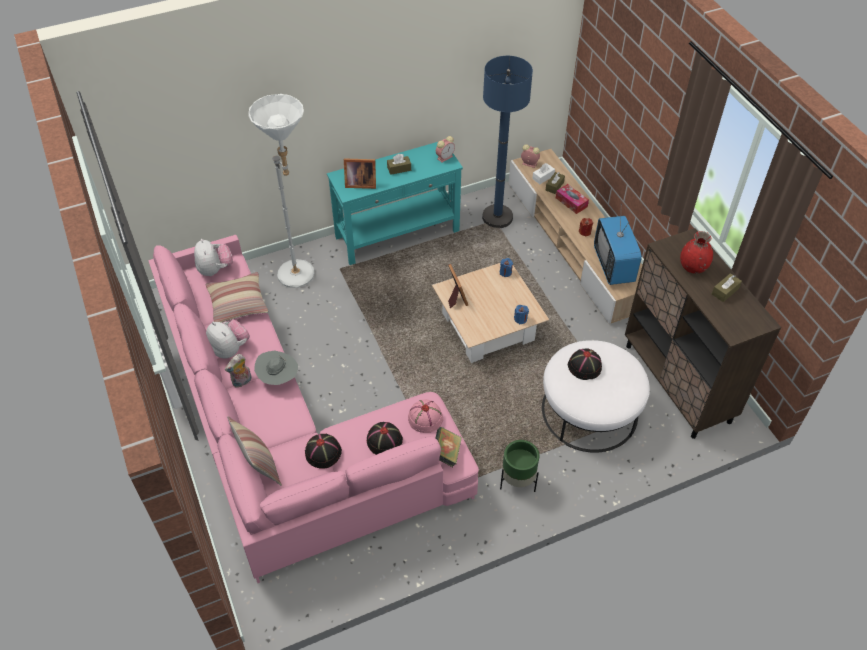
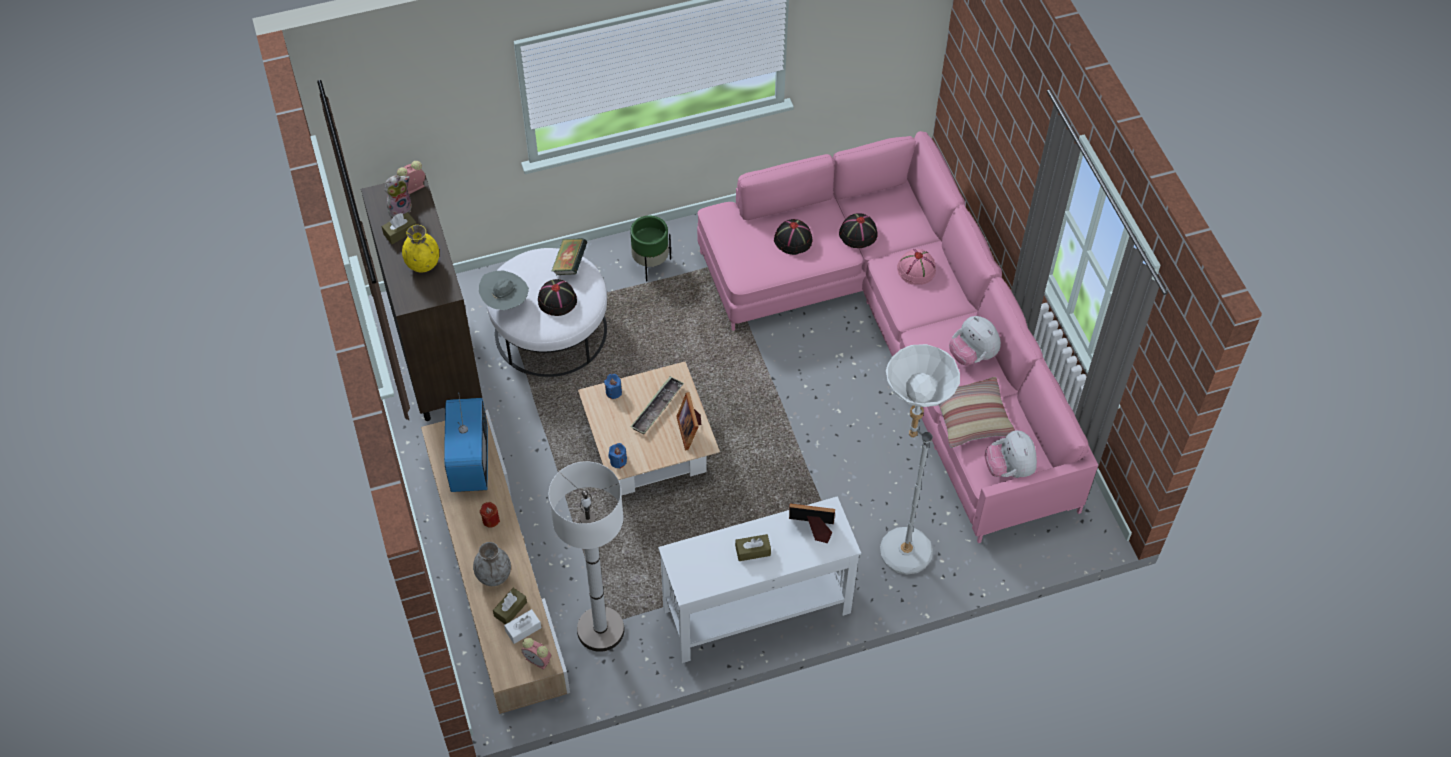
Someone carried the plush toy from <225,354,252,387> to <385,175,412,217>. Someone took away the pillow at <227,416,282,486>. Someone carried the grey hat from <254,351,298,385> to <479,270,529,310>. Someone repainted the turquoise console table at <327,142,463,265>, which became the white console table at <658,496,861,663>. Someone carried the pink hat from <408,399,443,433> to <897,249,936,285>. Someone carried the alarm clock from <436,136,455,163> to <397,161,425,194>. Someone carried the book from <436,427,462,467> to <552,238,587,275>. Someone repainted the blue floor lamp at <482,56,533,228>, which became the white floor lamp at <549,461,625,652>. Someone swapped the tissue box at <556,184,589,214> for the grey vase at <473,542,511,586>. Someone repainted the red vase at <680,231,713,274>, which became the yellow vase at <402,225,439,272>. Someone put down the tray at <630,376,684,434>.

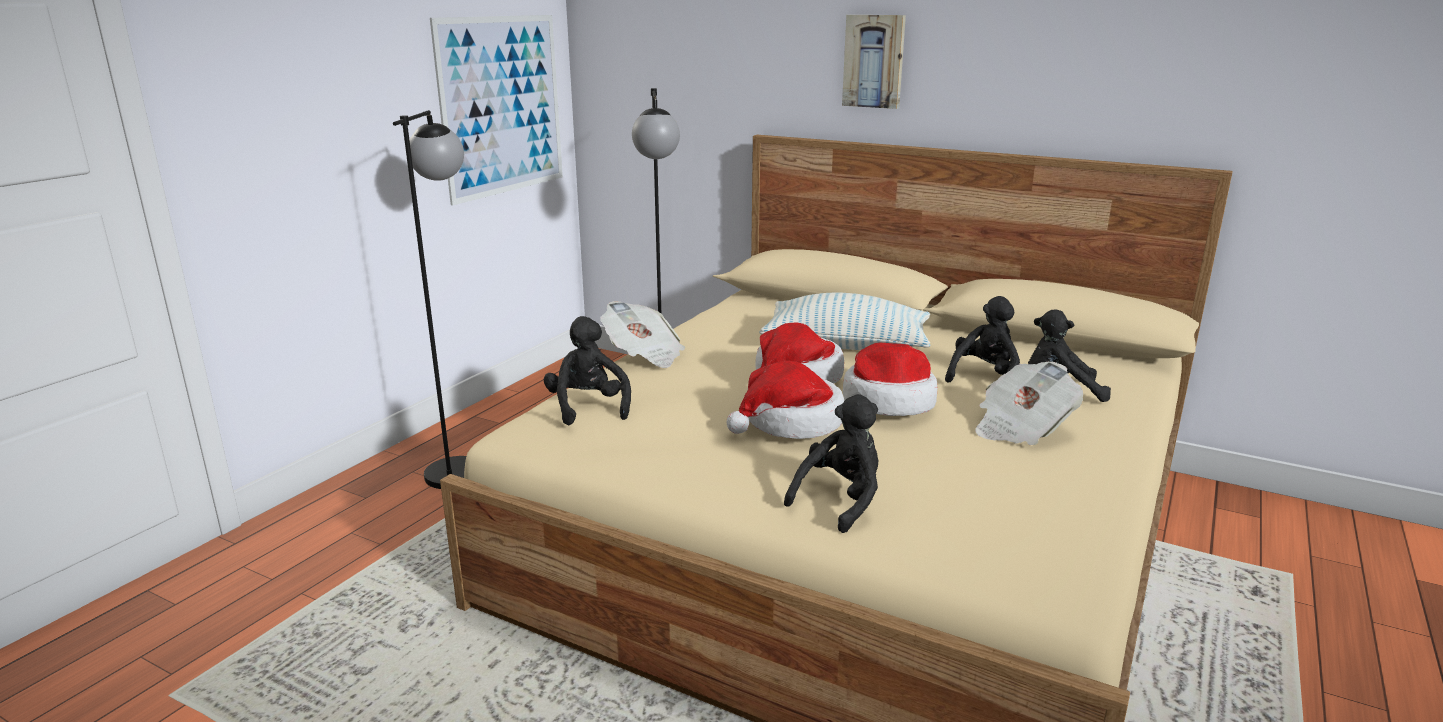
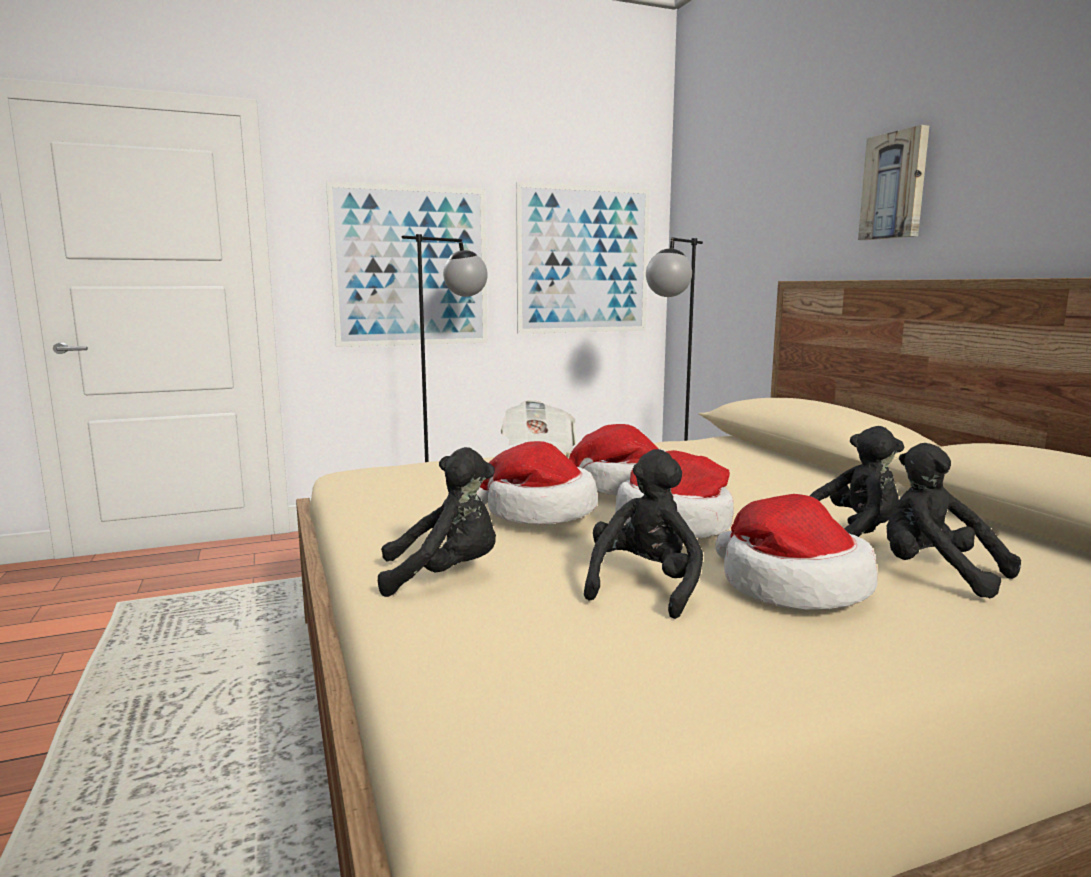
Someone carried the black plush toy from <544,316,631,425> to <584,449,703,619>. Someone took away the pillow at <759,293,930,350>. Someone swapped the newspaper at <975,362,1083,445> for the hat at <715,494,878,610>. Someone put up the picture at <326,181,488,347>.

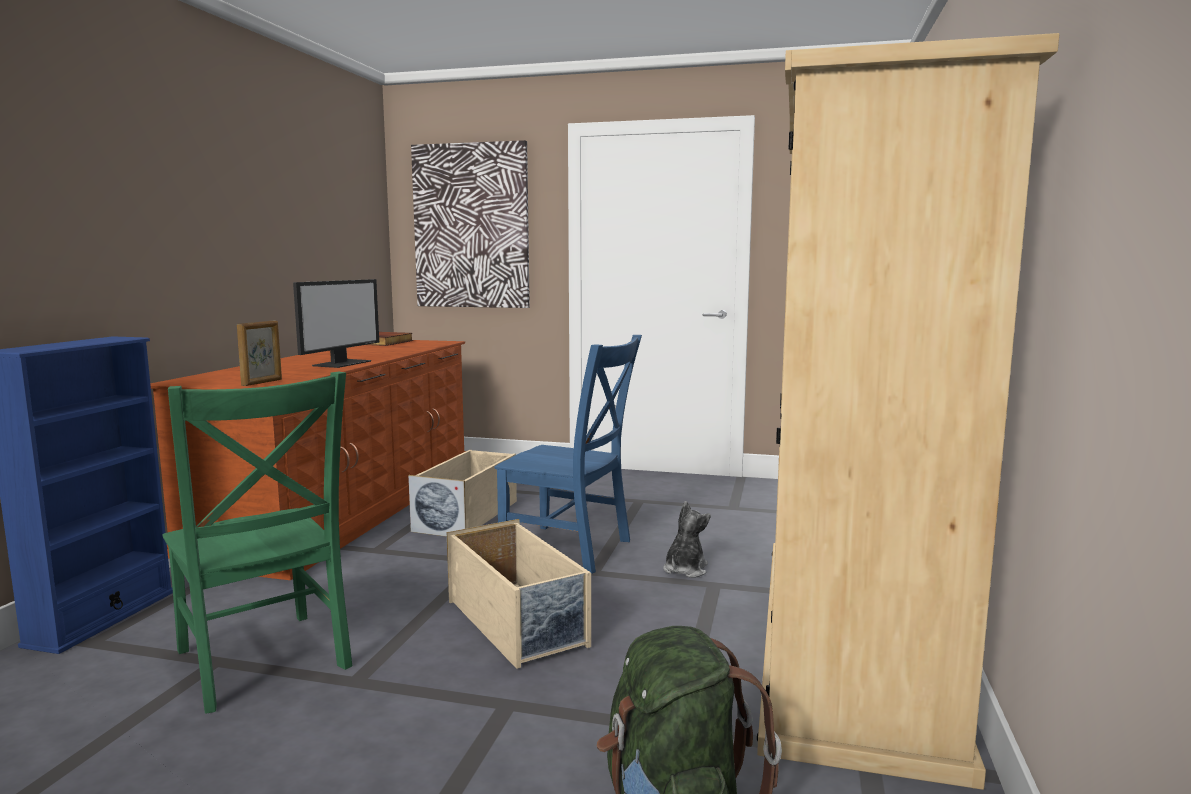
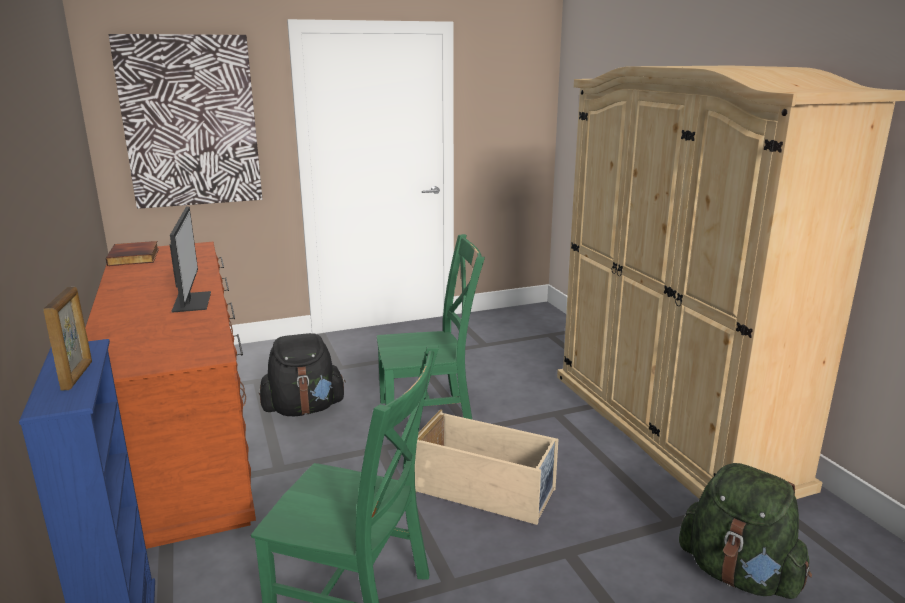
Someone carried the picture frame from <237,321,282,386> to <43,287,92,391>. Someone swapped the beige storage box at <408,450,517,537> for the black backpack at <259,333,346,416>. Someone repainted the blue chair at <494,335,642,574>, which became the green chair at <377,234,485,440>. Someone took away the plush toy at <663,501,711,578>.

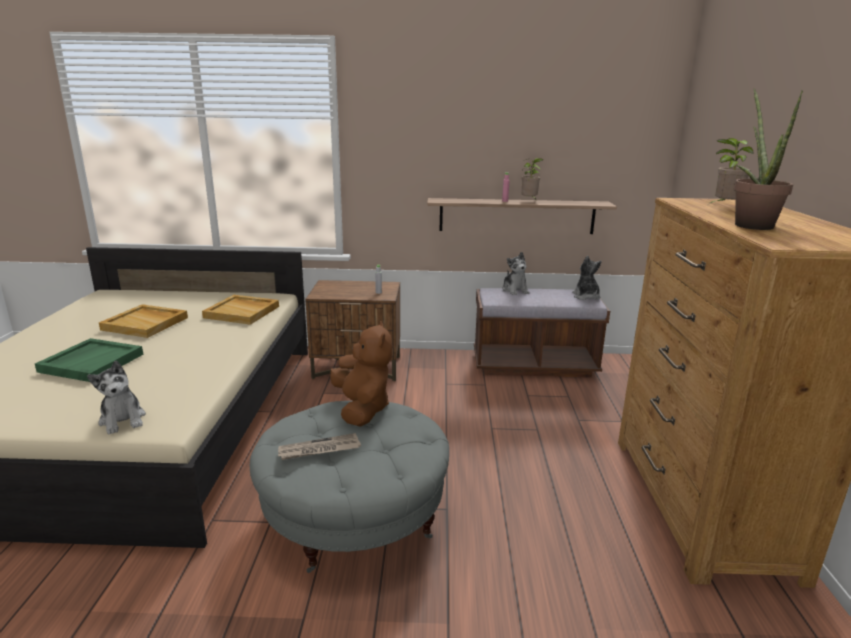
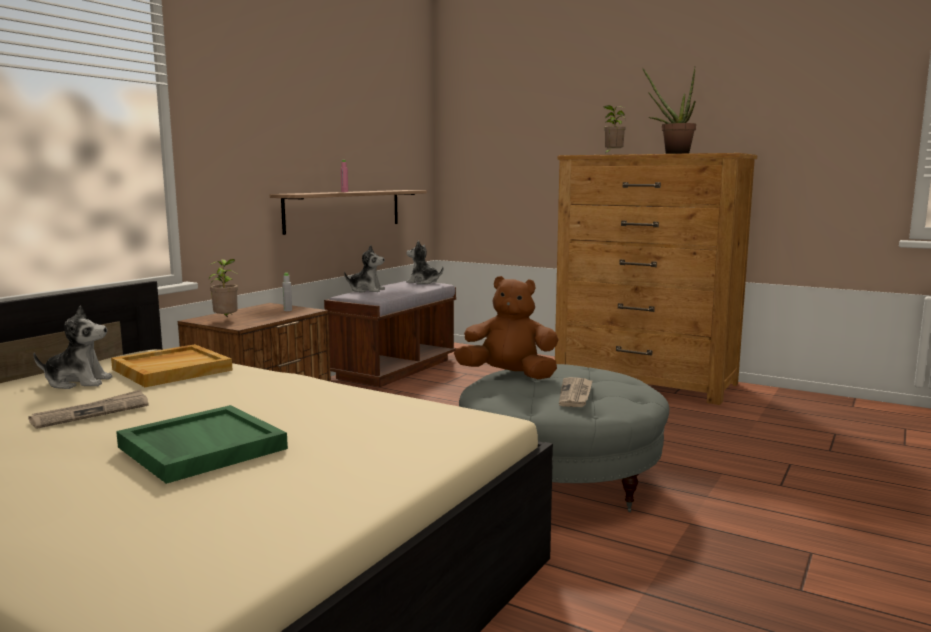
Someone carried the plush toy from <87,361,146,435> to <33,306,113,389>. Someone swapped the beige tray at <99,304,188,338> for the newspaper at <28,390,149,429>. Someone carried the potted plant from <522,158,543,199> to <209,259,238,317>.

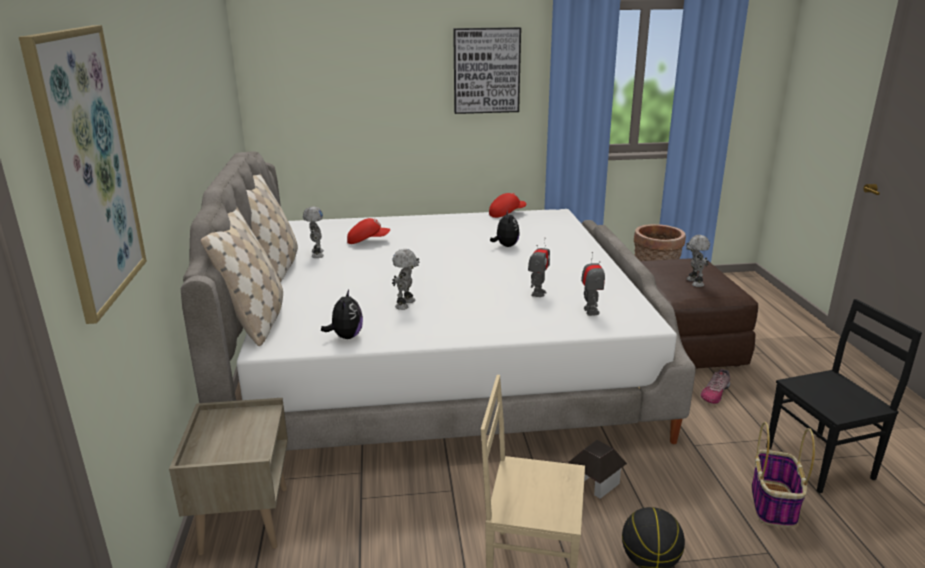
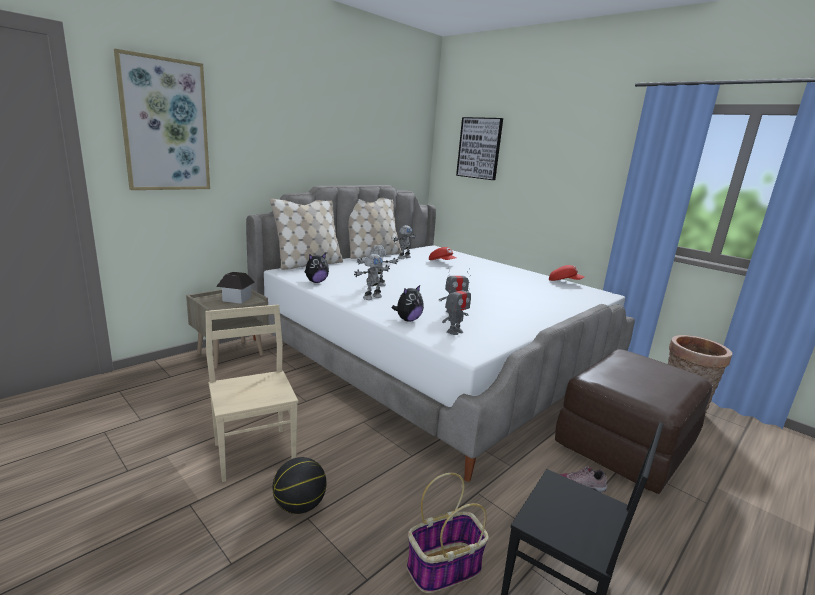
Someone carried the picture from <453,27,521,114> to <456,117,503,180>. Someone carried the plush toy from <490,210,520,247> to <392,284,424,322>. Someone carried the toy house from <568,440,627,499> to <216,272,255,304>. Someone carried the toy robot from <686,235,710,287> to <354,254,390,300>.

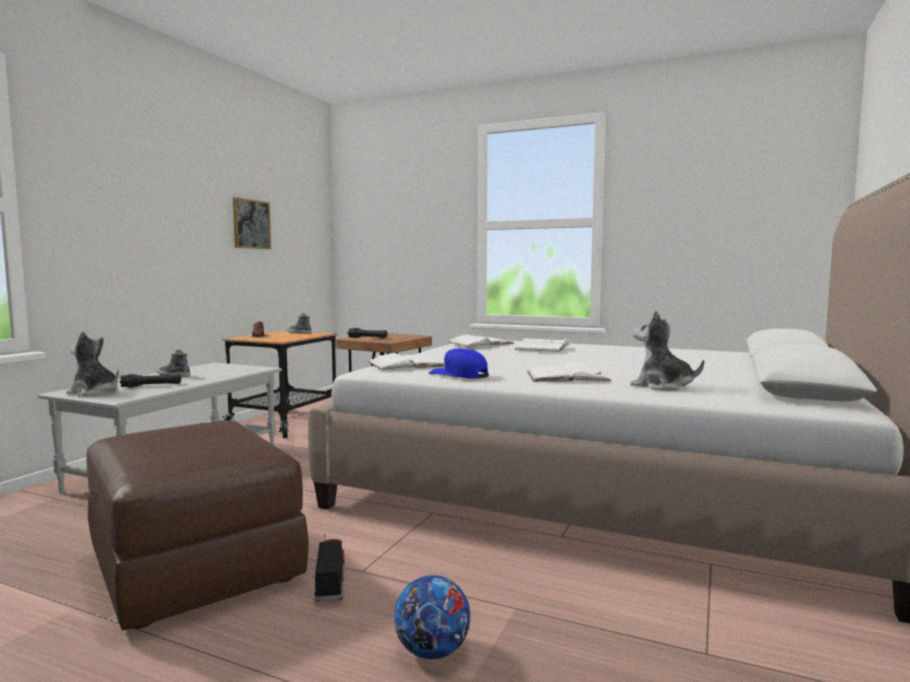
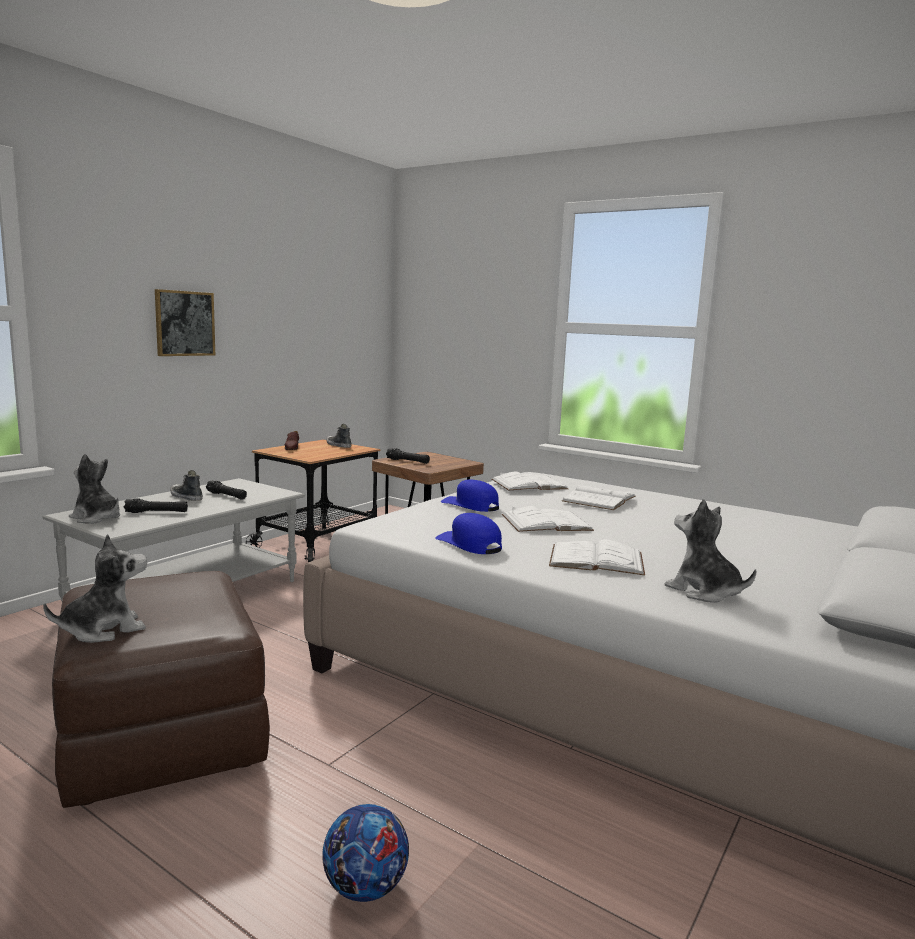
Someone carried the picture from <233,197,271,249> to <155,289,215,356>. Someone took away the toy truck at <314,534,345,602>. Someone carried the white book from <368,353,444,370> to <502,506,594,532>. Someone put down the plush toy at <43,534,147,643>. Someone put down the black flashlight at <206,481,247,500>. Someone put down the blue cap at <441,480,499,512>.

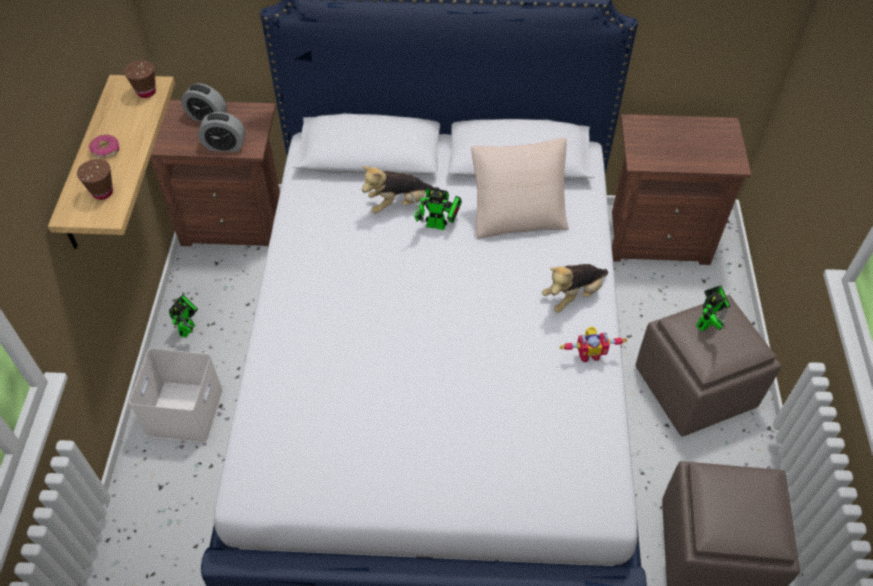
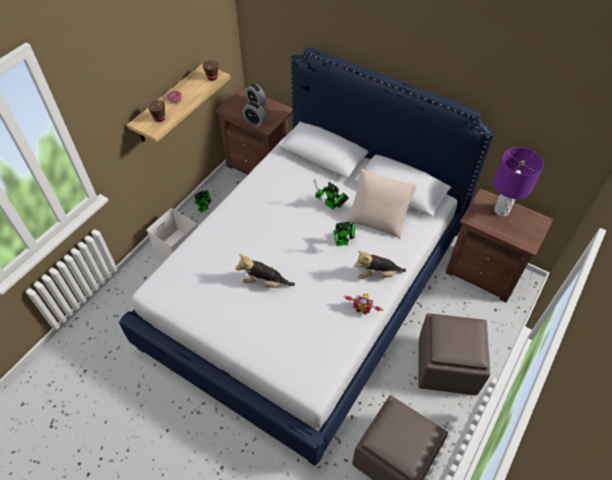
Someone carried the plush toy from <362,166,440,213> to <235,254,295,288>. Someone carried the toy robot from <696,285,731,332> to <333,222,355,246>. Someone put down the purple table lamp at <493,147,544,216>.

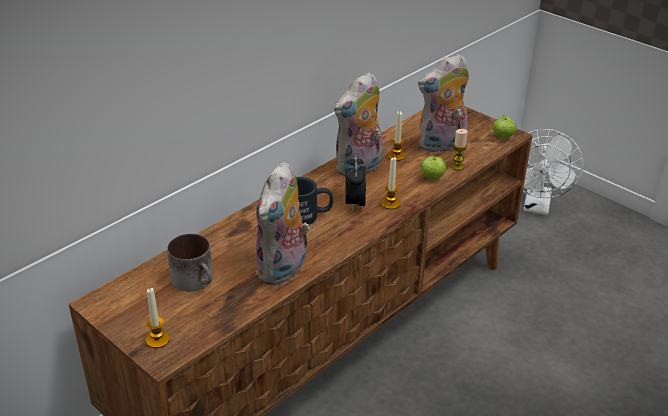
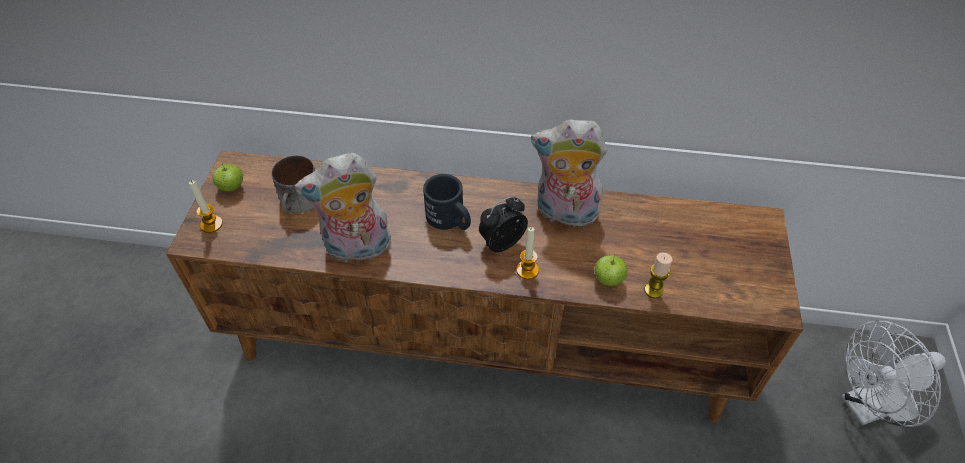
Someone took away the candle at <388,111,405,161>. Someone took away the plush toy at <418,54,469,153>. Someone carried the apple from <493,115,516,139> to <213,163,243,191>.

